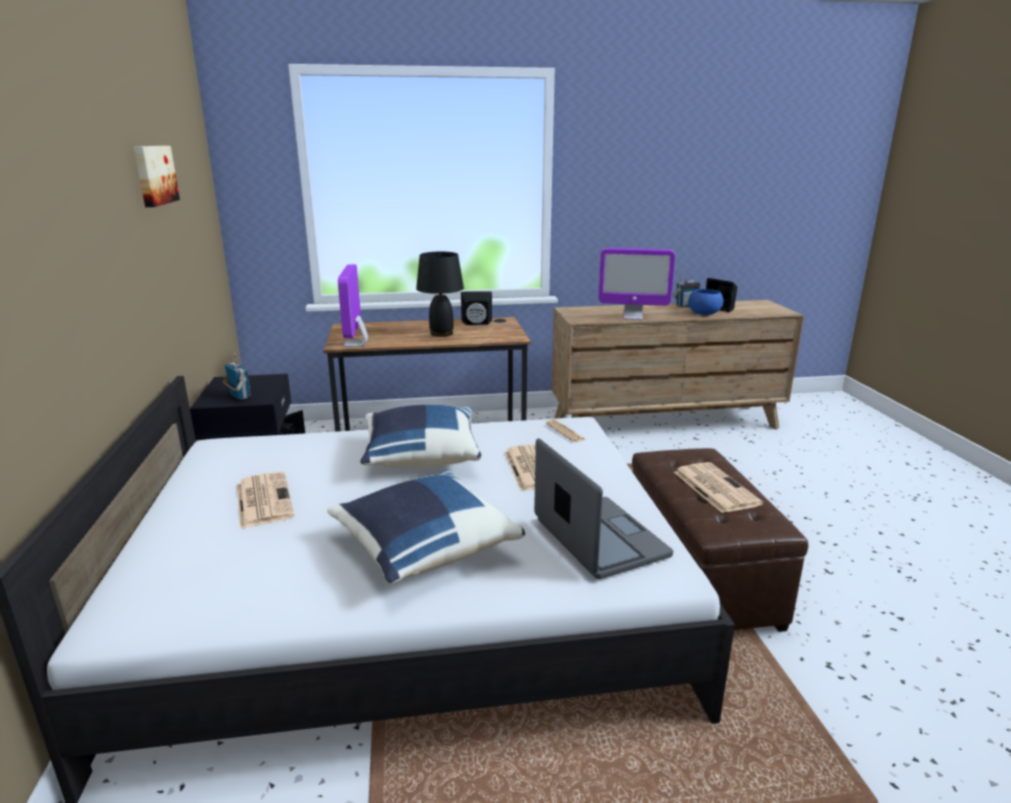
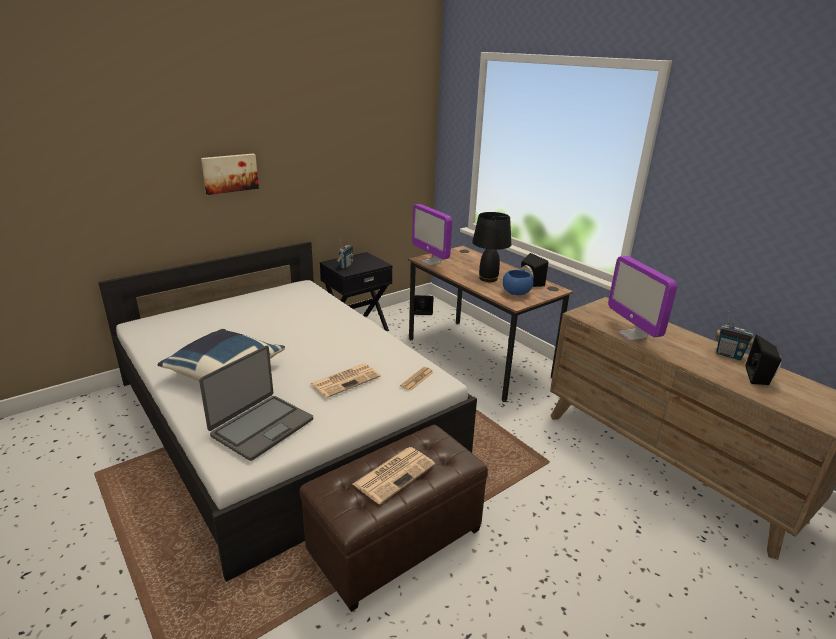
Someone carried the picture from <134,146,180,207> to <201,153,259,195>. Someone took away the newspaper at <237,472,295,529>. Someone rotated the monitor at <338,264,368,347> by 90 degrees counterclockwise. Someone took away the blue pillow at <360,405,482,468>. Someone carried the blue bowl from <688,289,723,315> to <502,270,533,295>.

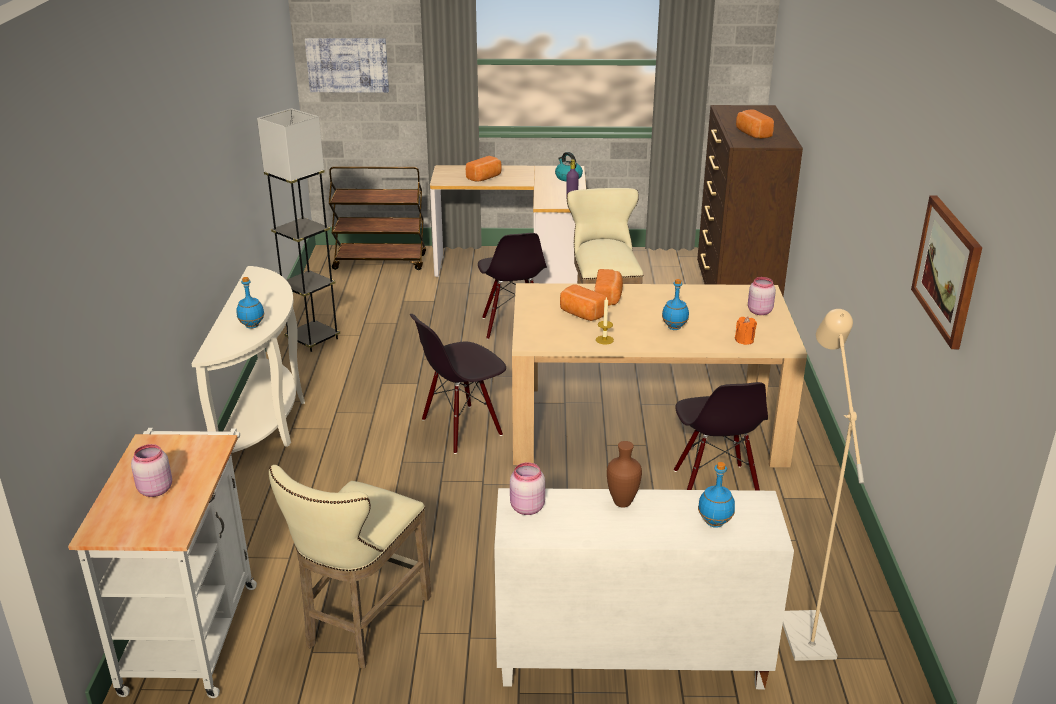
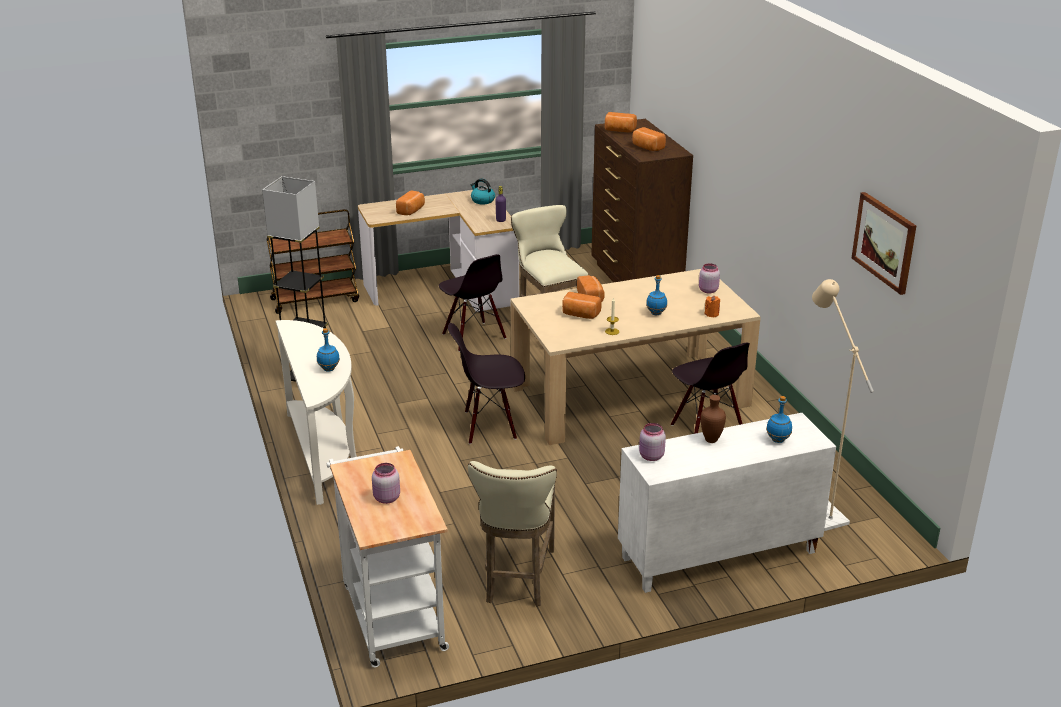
Someone took away the picture at <305,38,389,93>. Someone rotated the black chair at <410,314,506,454> by 45 degrees clockwise. Someone put down the bread at <605,112,637,132>.

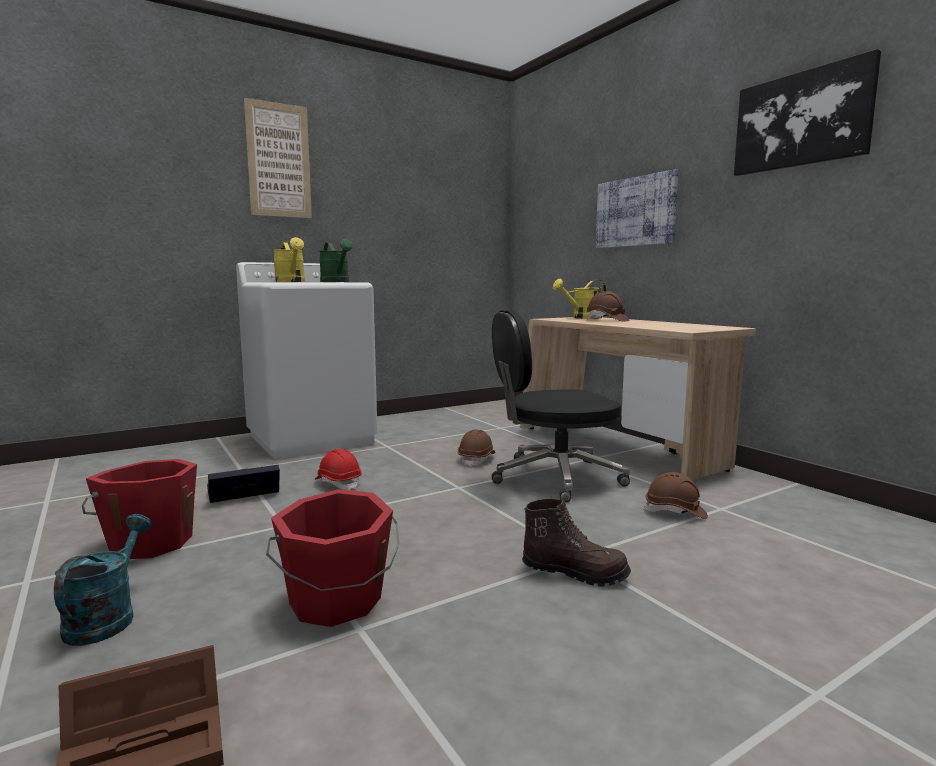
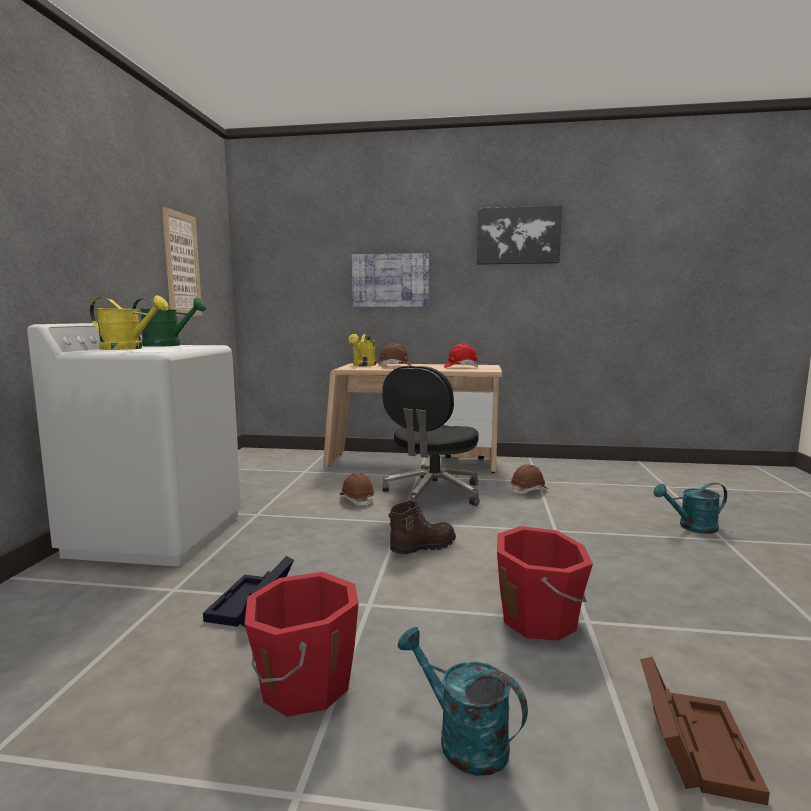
Someone carried the picture from <244,98,312,218> to <162,207,202,316>. Someone carried the red hard hat from <315,449,362,490> to <444,344,478,368>. Someone carried the brown boot from <522,498,631,587> to <388,500,456,555>. Someone put down the turquoise watering can at <653,483,727,534>.

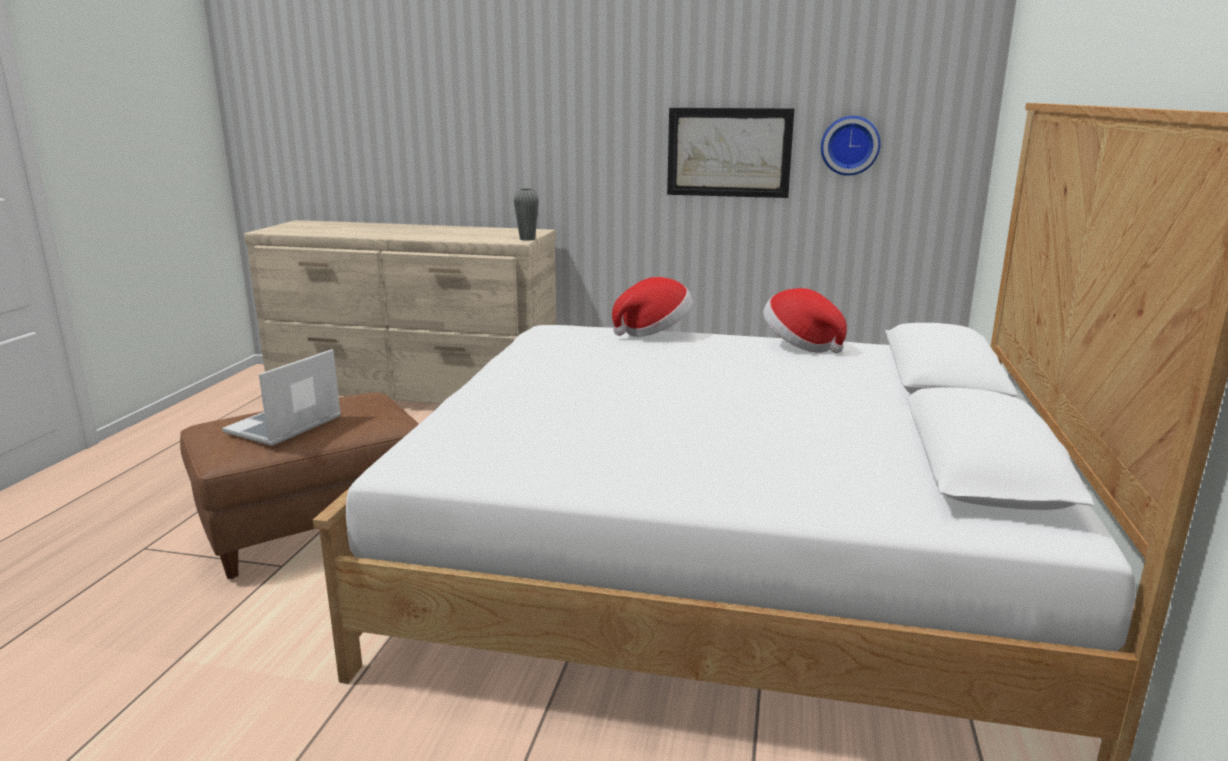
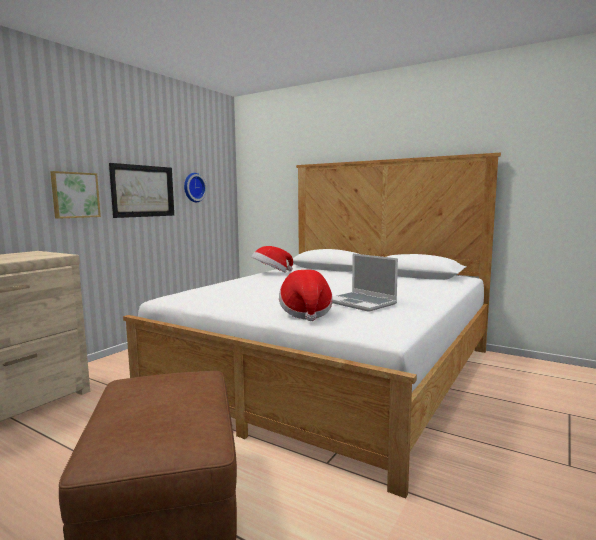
Someone carried the laptop from <222,349,341,446> to <332,253,398,312>. Someone took away the grey vase at <514,189,539,241>. Someone carried the hat from <612,277,693,337> to <279,270,333,321>. Someone put up the picture at <50,171,101,219>.

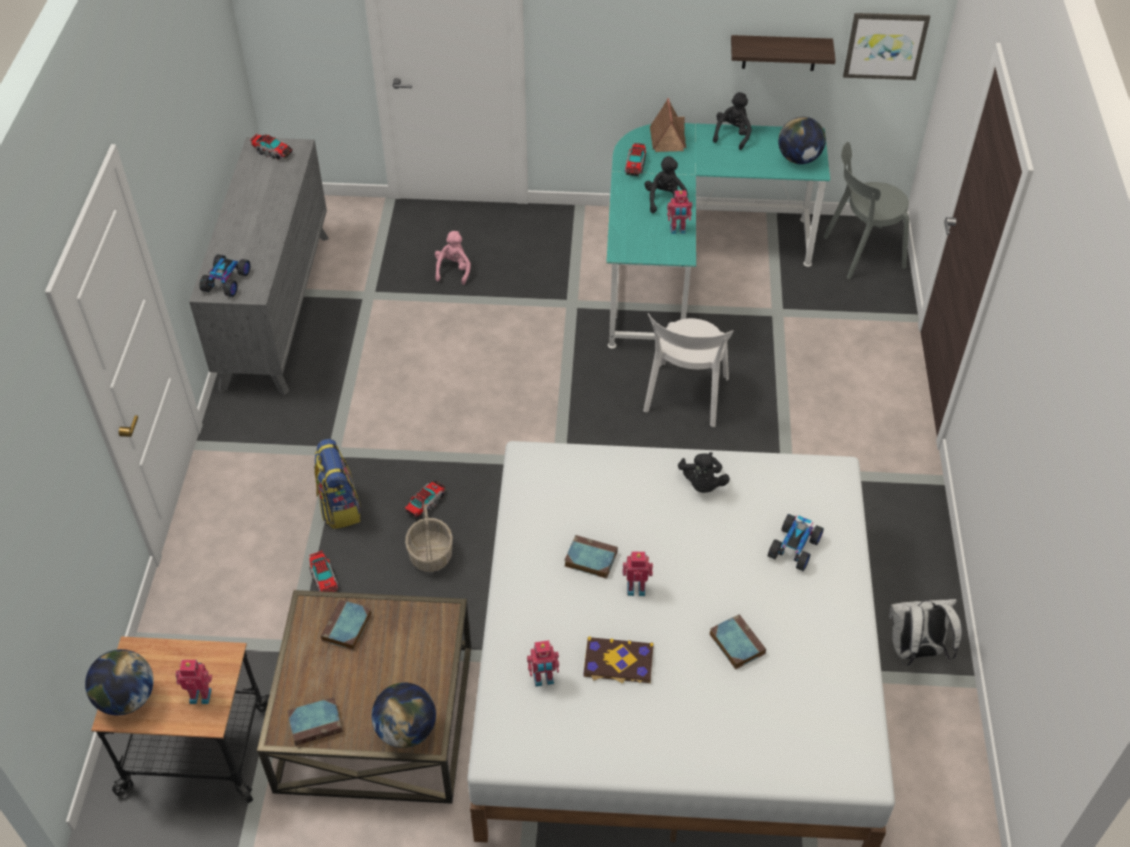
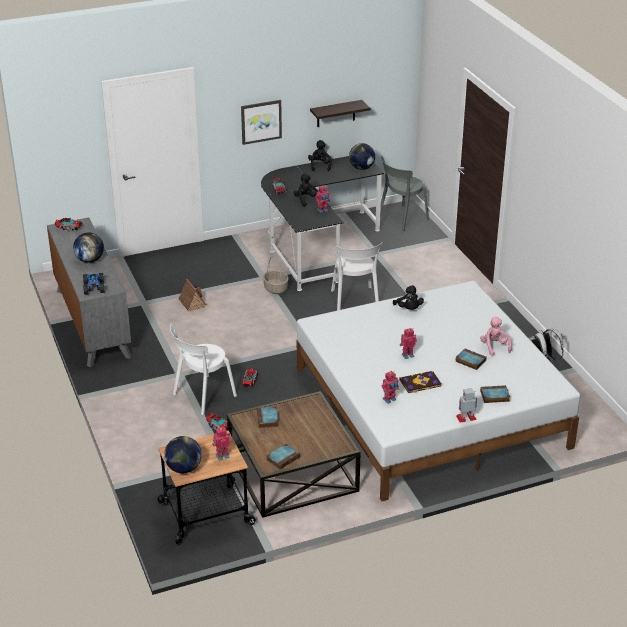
Someone swapped the backpack at <314,439,361,529> for the white chair at <170,323,237,415>. Someone carried the globe from <371,683,436,748> to <73,232,104,263>. Someone carried the basket from <405,503,453,572> to <263,257,289,294>. Someone carried the pink plush toy from <435,231,471,285> to <480,317,512,356>. Someone carried the book from <564,535,618,579> to <480,385,510,403>. Someone repainted the turquoise desk at <606,123,830,349>, which became the black desk at <261,156,384,291>. Someone carried the toy house from <650,98,686,152> to <178,279,206,312>. Someone took away the toy car at <768,514,824,571>. Someone carried the picture from <843,13,930,80> to <241,100,282,145>. Someone put down the toy robot at <456,388,478,422>.

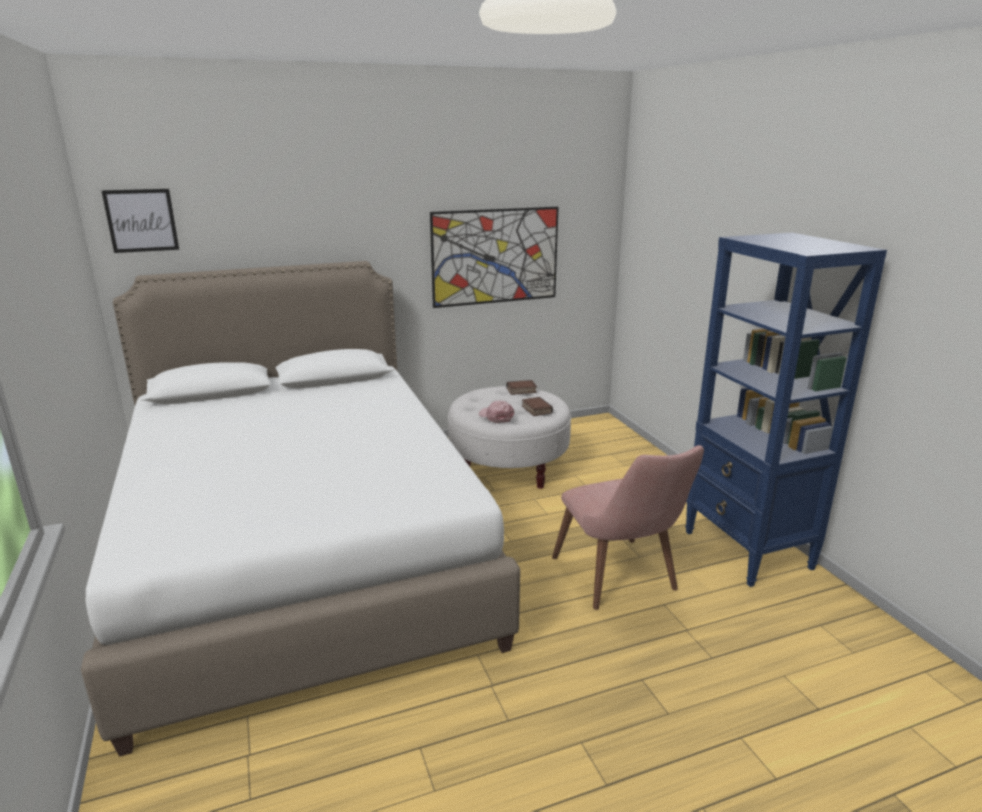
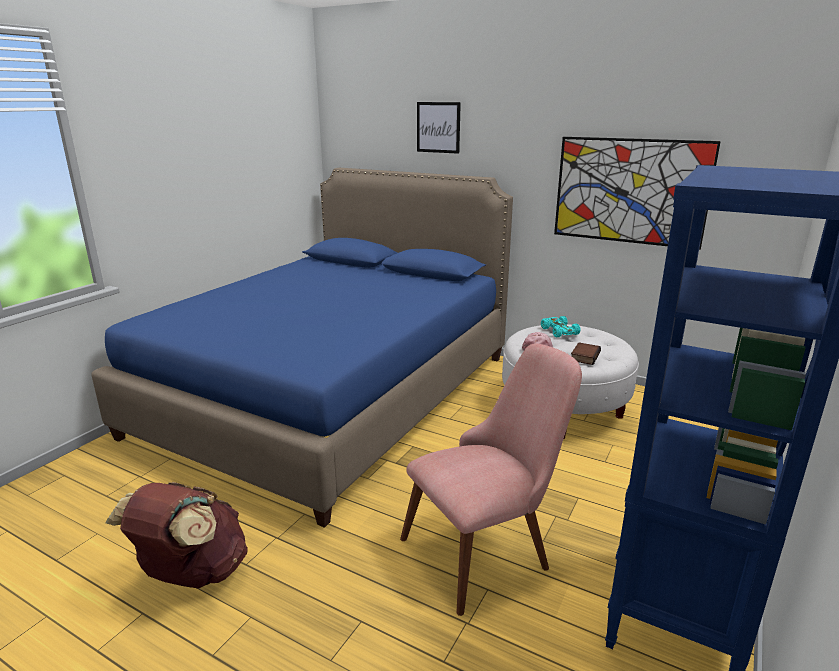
Someone repainted the white bed at <81,261,520,757>, which became the blue bed at <91,168,513,528>. Someone carried the picture from <102,189,179,253> to <417,102,461,154>. Someone took away the book at <506,380,537,395>. Someone rotated the pink chair at <552,445,704,610> by 150 degrees counterclockwise. Someone put down the brown backpack at <105,482,248,589>. Someone put down the turquoise toy car at <541,316,581,338>.

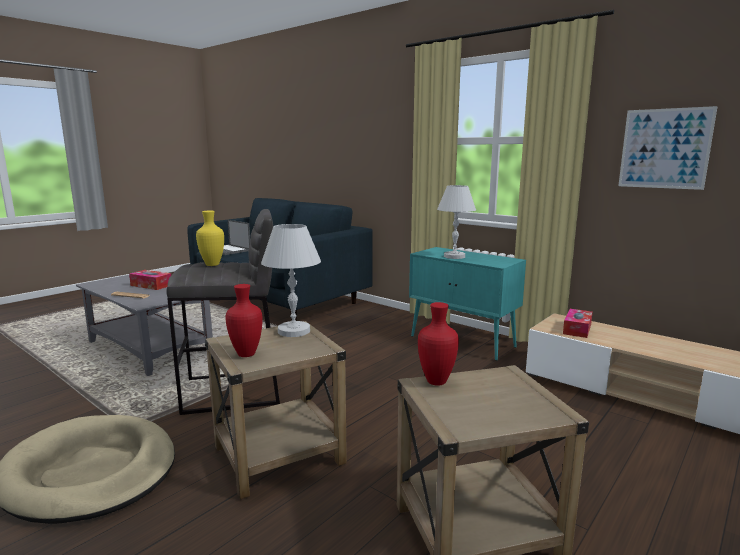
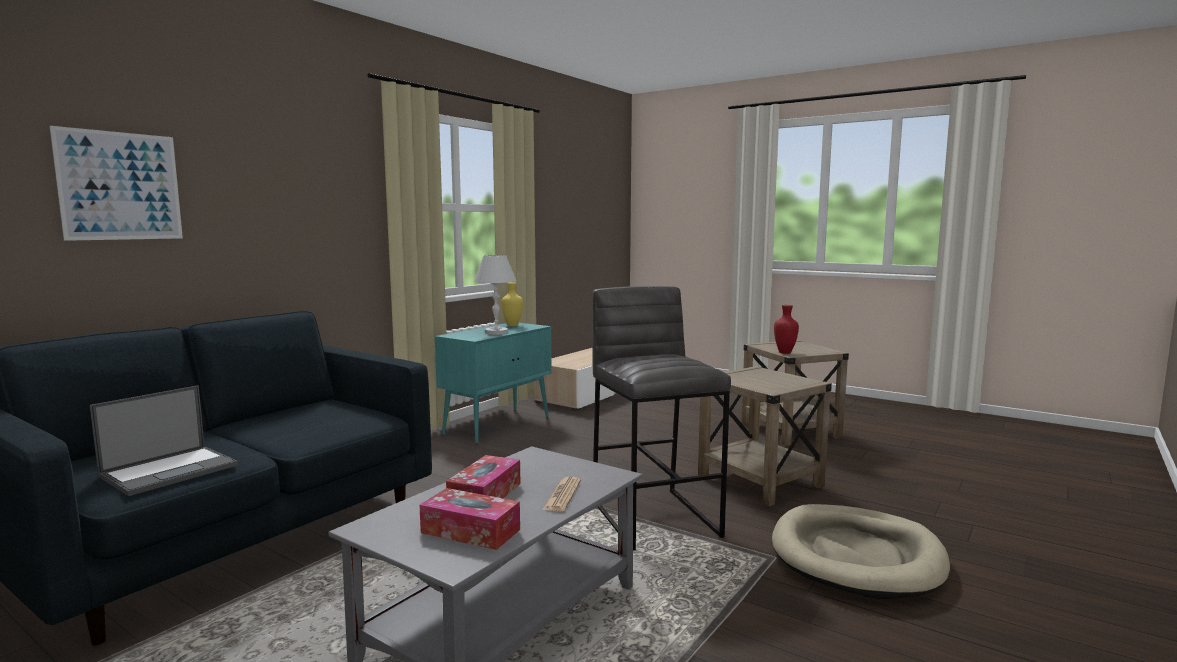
Someone carried the yellow vase from <196,210,224,266> to <502,282,523,326>. Someone took away the red vase at <226,284,263,357>. Someone took away the white table lamp at <261,224,321,337>. Someone carried the tissue box from <563,309,593,338> to <419,488,520,550>. Someone carried the picture from <618,106,718,190> to <50,126,183,241>.

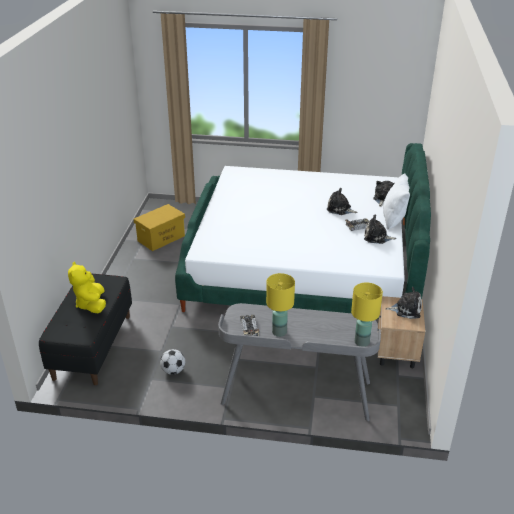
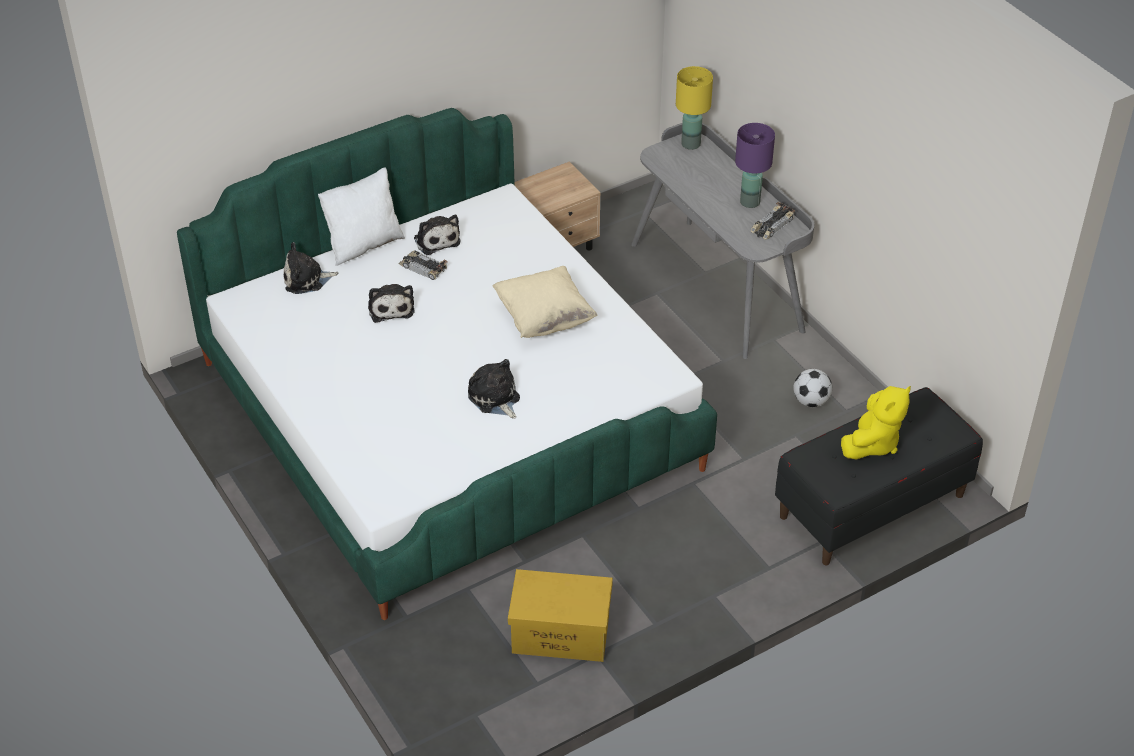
Someone repainted the yellow table lamp at <266,273,295,337>, which became the purple table lamp at <735,123,775,208>. Someone carried the plush toy from <386,287,422,319> to <468,359,520,419>. Someone put down the beige pillow at <492,266,598,338>.

